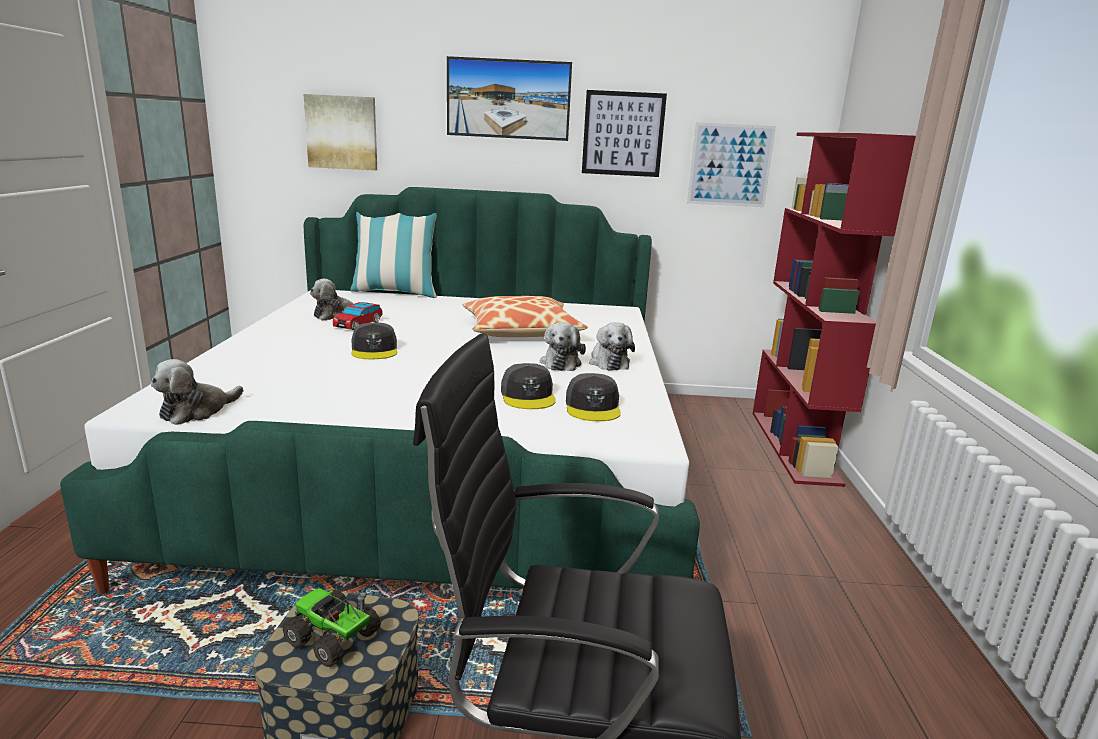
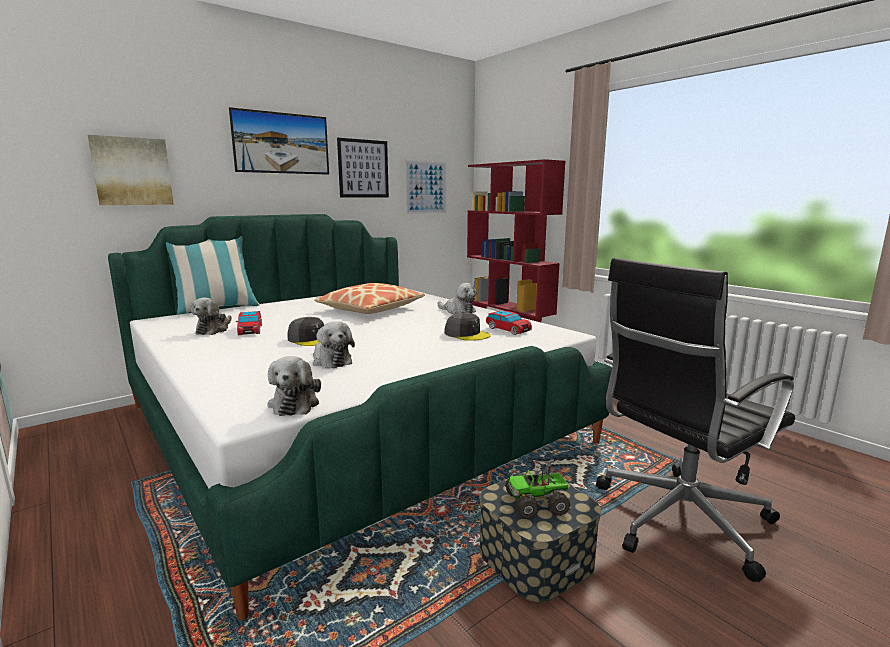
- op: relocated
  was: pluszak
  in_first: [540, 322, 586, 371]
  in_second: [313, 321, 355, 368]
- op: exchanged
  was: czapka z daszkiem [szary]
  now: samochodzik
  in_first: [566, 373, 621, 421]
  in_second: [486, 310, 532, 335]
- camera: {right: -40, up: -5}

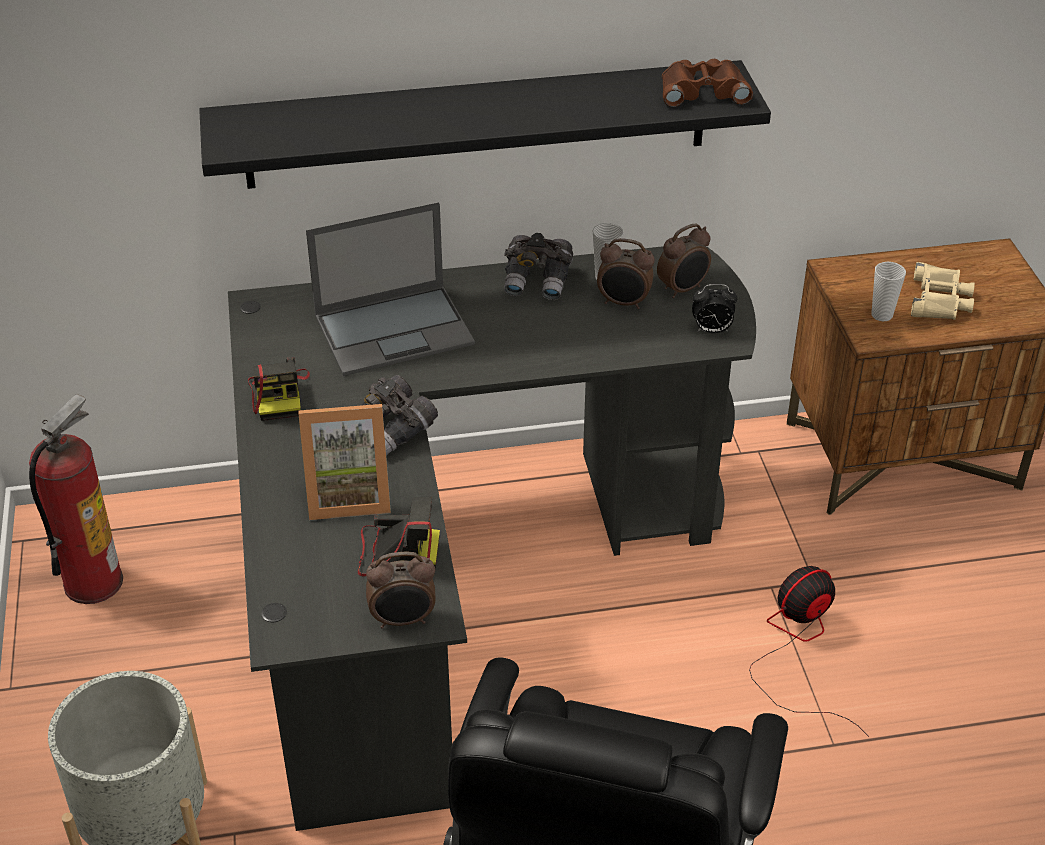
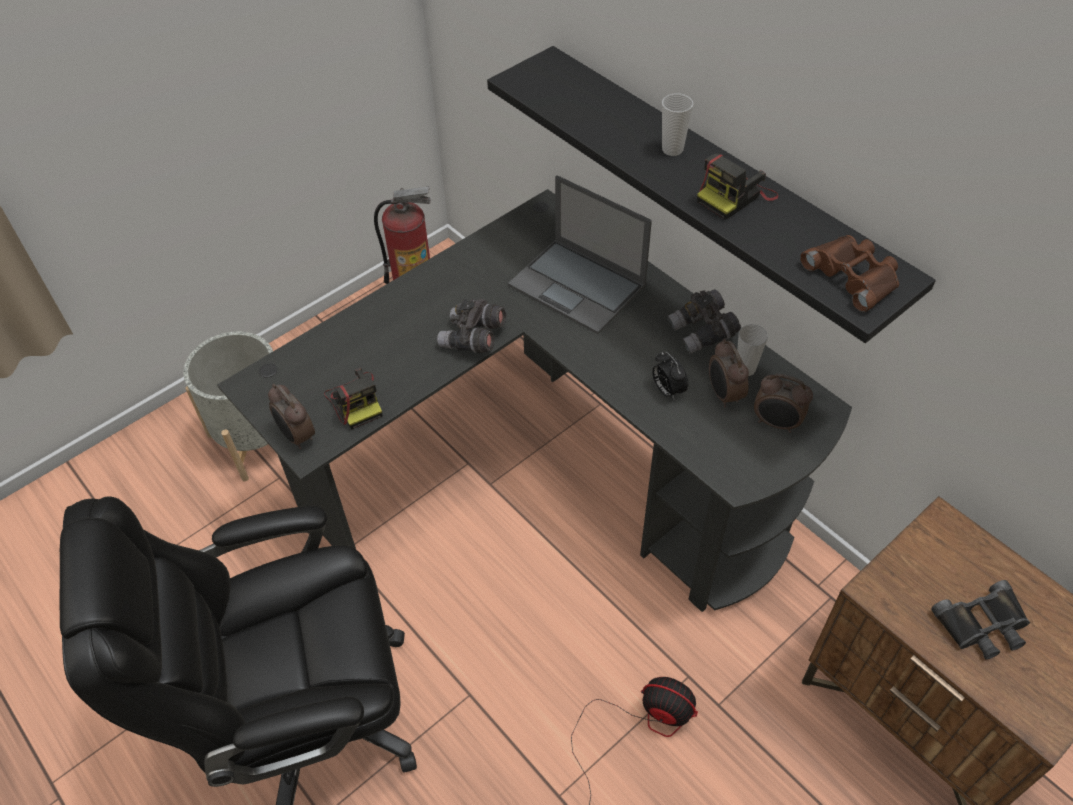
- op: relocated
  was: filiżanka
  in_first: [871, 262, 906, 321]
  in_second: [662, 94, 693, 156]
- op: colour
  was: lornetka [beżowy]
  now: lornetka [czarny]
  in_first: [911, 262, 975, 320]
  in_second: [931, 580, 1030, 660]
- op: relocated
  was: budzik
  in_first: [692, 284, 737, 333]
  in_second: [652, 352, 688, 399]
- op: relocated
  was: aparat fotograficzny
  in_first: [248, 357, 310, 421]
  in_second: [697, 153, 779, 220]
- op: missing
  was: ramka na zdjęcie
  in_first: [299, 404, 391, 520]
- camera: {right: 60, up: 10}

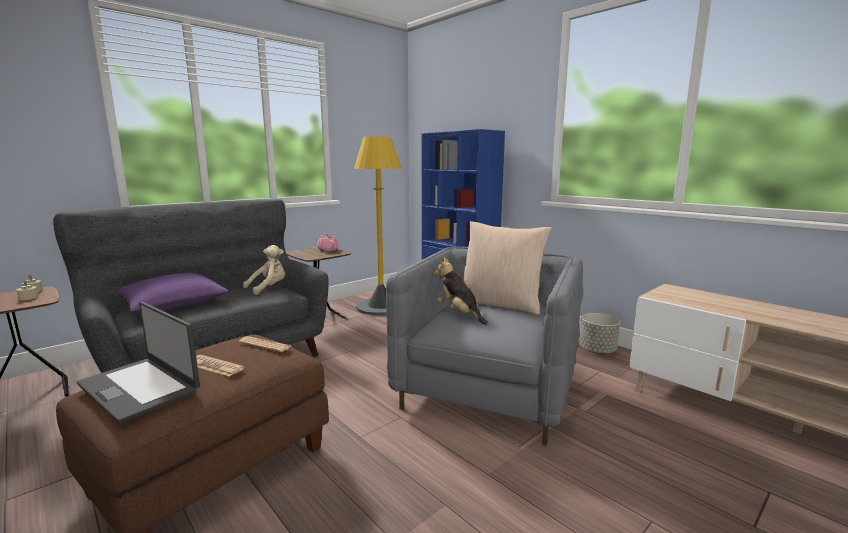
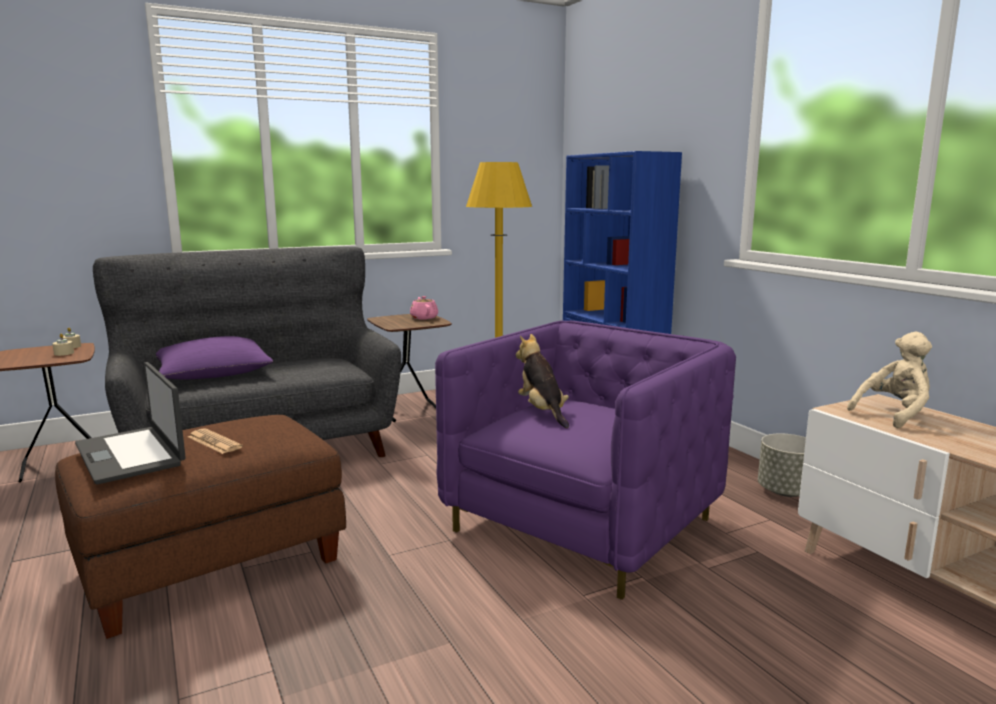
- op: missing
  was: poduszka [beżowy]
  in_first: [463, 221, 552, 315]
- op: relocated
  was: pluszak [beżowy]
  in_first: [243, 245, 285, 295]
  in_second: [847, 332, 932, 428]
- op: colour
  was: fotel [szary]
  now: fotel [fioletowy]
  in_first: [386, 247, 583, 446]
  in_second: [435, 321, 736, 600]
- op: missing
  was: gazeta
  in_first: [239, 336, 292, 352]
- camera: {right: 15, up: 0}

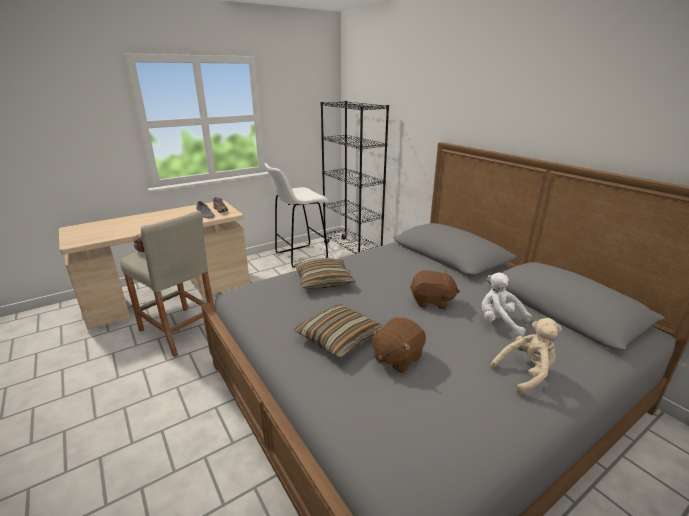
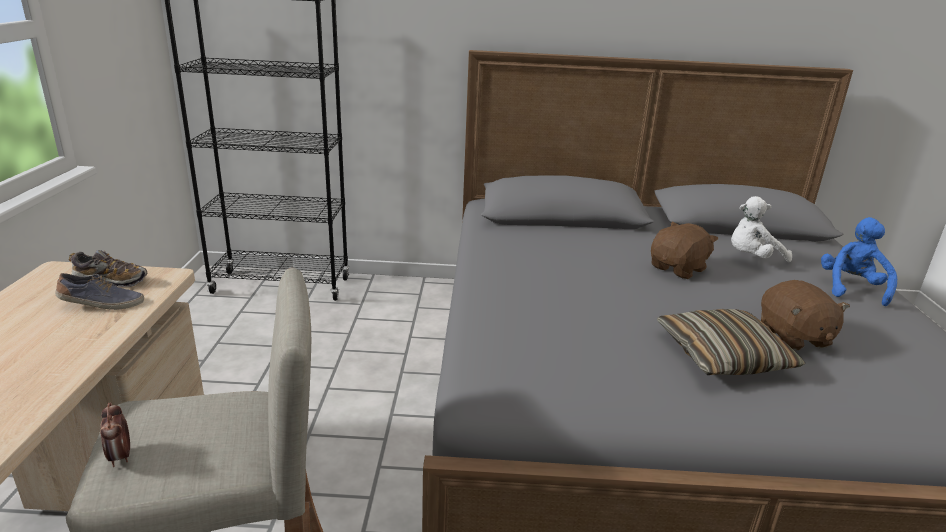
- op: missing
  was: stołek [biały]
  in_first: [264, 163, 328, 269]
- op: missing
  was: poduszka
  in_first: [294, 258, 356, 289]
- op: colour
  was: pluszak [beżowy]
  now: pluszak [niebieski]
  in_first: [491, 318, 562, 394]
  in_second: [821, 217, 897, 306]
- camera: {right: -55, up: 0}

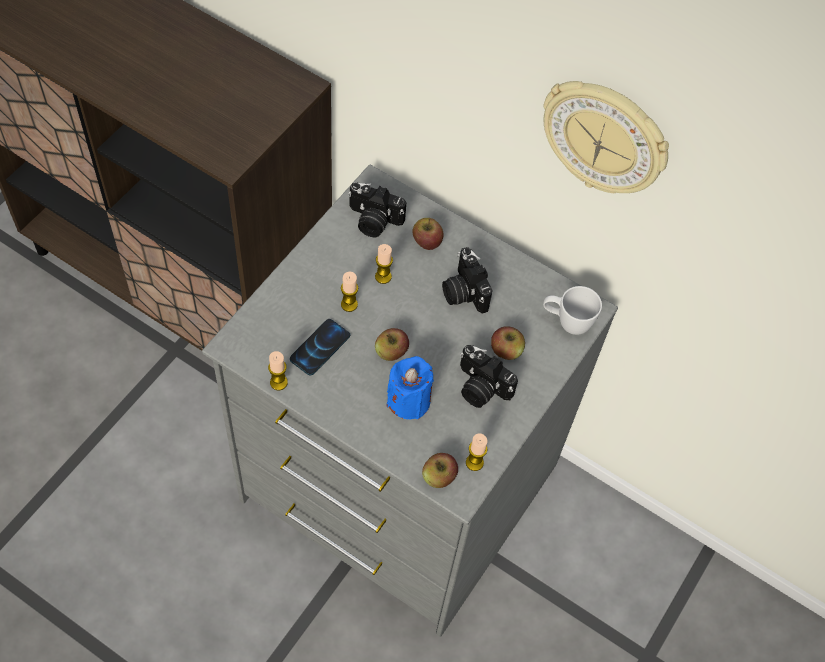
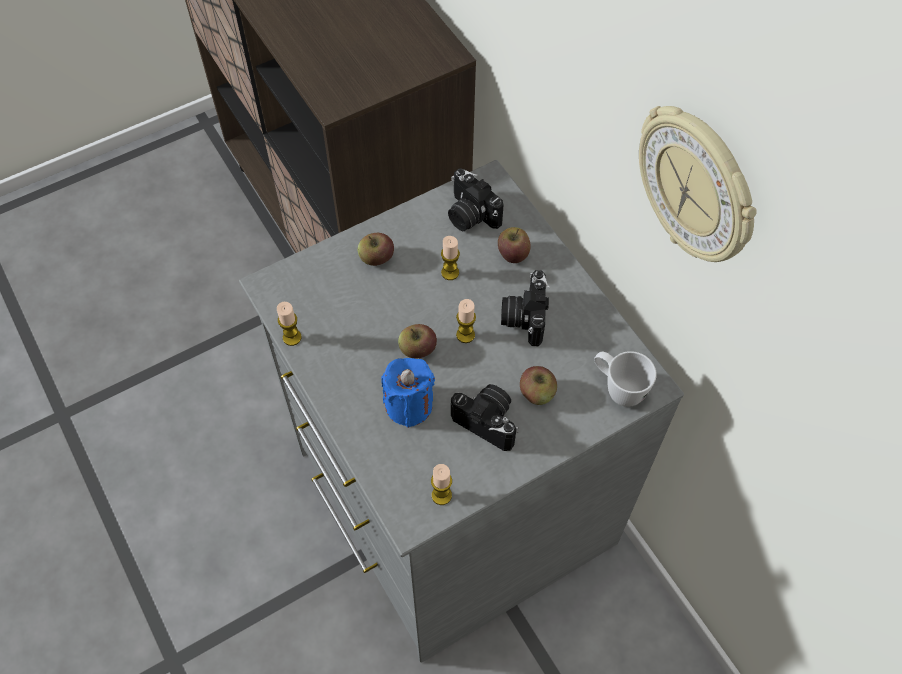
- op: relocated
  was: świeca
  in_first: [341, 271, 358, 312]
  in_second: [456, 299, 476, 343]
- op: missing
  was: telefon
  in_first: [290, 319, 350, 376]
- op: spun
  was: aparat fotograficzny
  in_first: [460, 345, 518, 408]
  in_second: [451, 384, 518, 451]
  clockwise: 150
- op: relocated
  was: jabłko
  in_first: [422, 453, 458, 488]
  in_second: [358, 233, 394, 266]
- camera: {right: 30, up: 0}

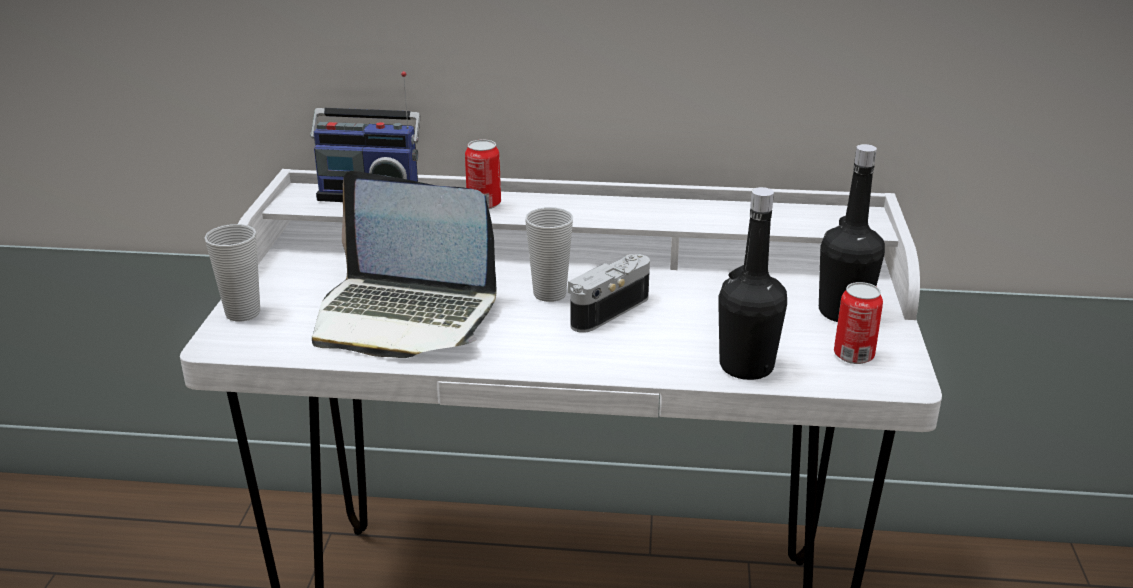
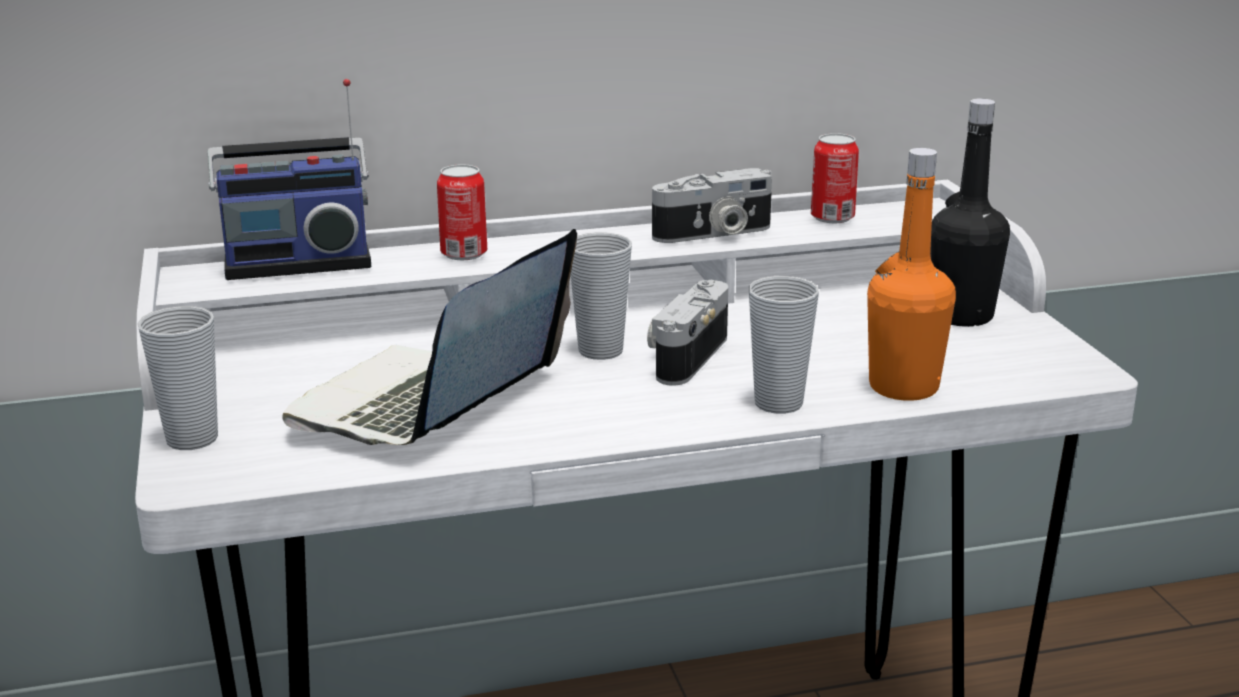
- op: spun
  was: laptop
  in_first: [312, 171, 496, 358]
  in_second: [282, 229, 577, 445]
  clockwise: 120
- op: colour
  was: butelka [czarny]
  now: butelka [pomarańczowy]
  in_first: [718, 187, 787, 380]
  in_second: [867, 148, 956, 401]
- op: relocated
  was: puszka
  in_first: [834, 282, 883, 364]
  in_second: [811, 133, 859, 223]
- op: appeared
  now: aparat fotograficzny
  in_second: [652, 168, 772, 243]
- op: appeared
  now: filiżanka
  in_second: [749, 276, 819, 414]
- camera: {right: -20, up: -5}

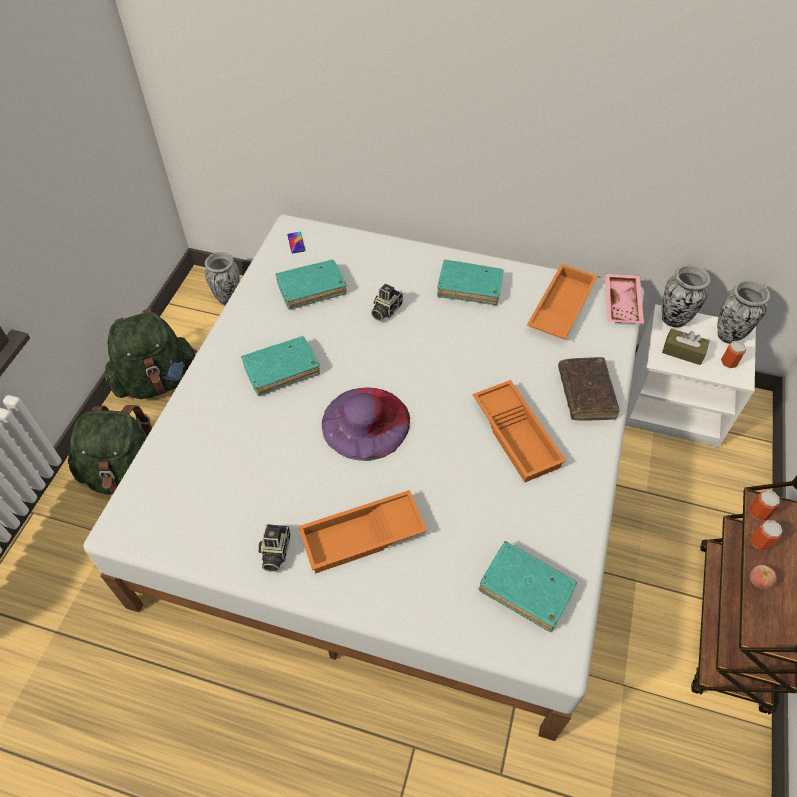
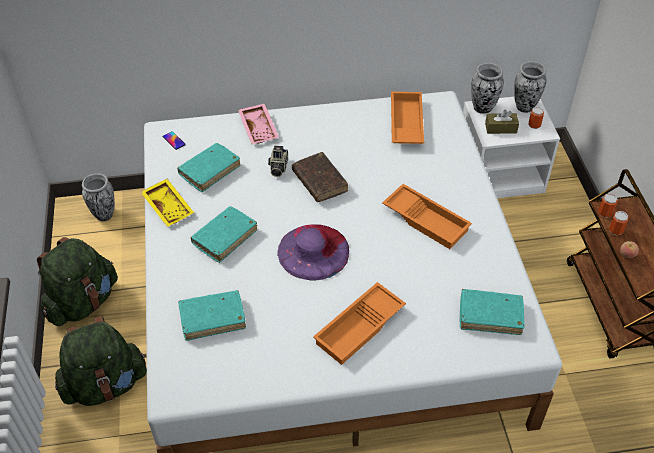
- op: relocated
  was: książka [turkusowy]
  in_first: [437, 260, 504, 305]
  in_second: [178, 290, 246, 341]
- op: relocated
  was: taca [różowy]
  in_first: [605, 274, 644, 323]
  in_second: [238, 103, 279, 144]
- op: relocated
  was: książka [brązowy]
  in_first: [558, 357, 620, 420]
  in_second: [292, 152, 348, 202]
- op: missing
  was: aparat fotograficzny
  in_first: [259, 524, 290, 572]
- op: appeared
  now: taca [żółty]
  in_second: [141, 179, 194, 227]
- camera: {right: -25, up: -5}

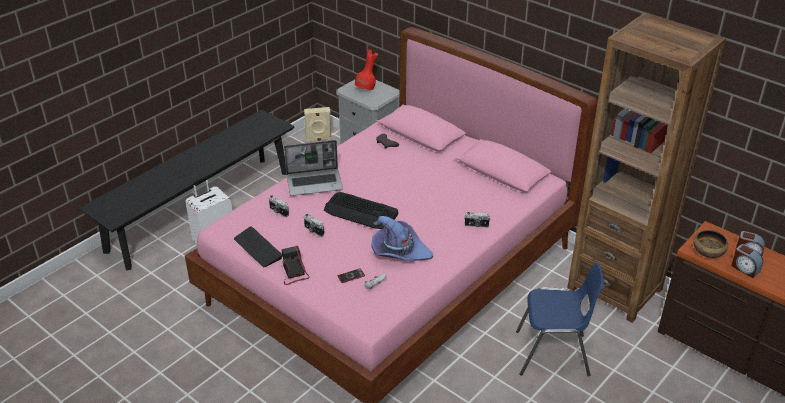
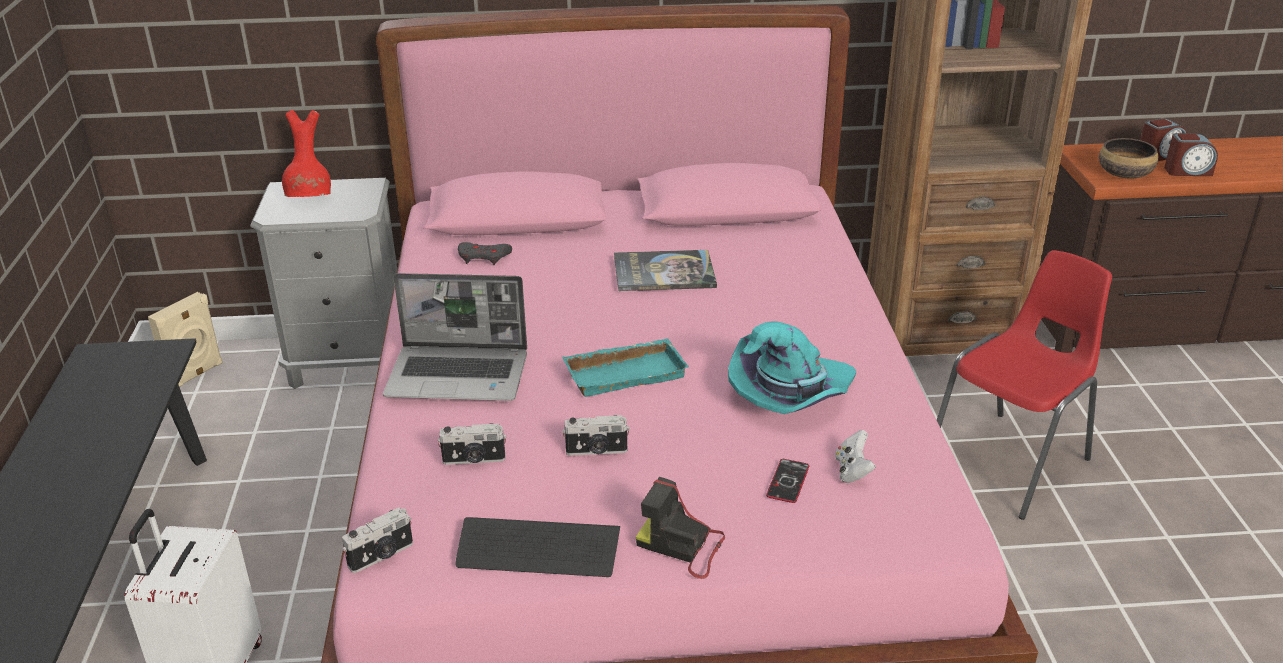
- op: spun
  was: laptop
  in_first: [284, 140, 343, 196]
  in_second: [383, 273, 527, 401]
  clockwise: 60
- op: exchanged
  was: klawiatura
  now: taca [turkusowy]
  in_first: [324, 192, 398, 229]
  in_second: [562, 339, 688, 397]
- op: relocated
  was: aparat fotograficzny
  in_first: [464, 212, 491, 228]
  in_second: [342, 507, 413, 573]
- op: colour
  was: kapelusz [fioletowy]
  now: kapelusz [turkusowy]
  in_first: [371, 216, 433, 262]
  in_second: [728, 322, 856, 414]
- op: colour
  was: krzesło [niebieski]
  now: krzesło [czerwony]
  in_first: [516, 263, 604, 377]
  in_second: [937, 250, 1112, 520]
- op: appeared
  now: książka
  in_second: [614, 250, 717, 291]
- camera: {right: -45, up: -5}

